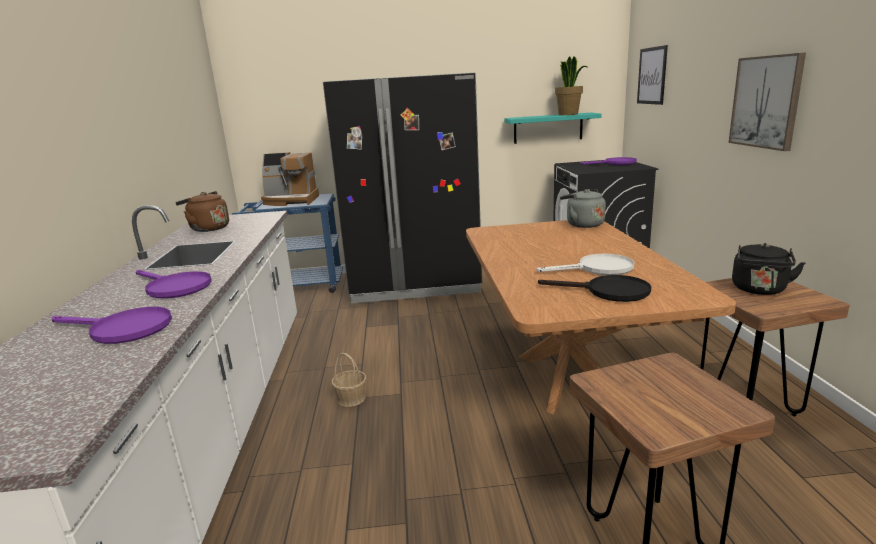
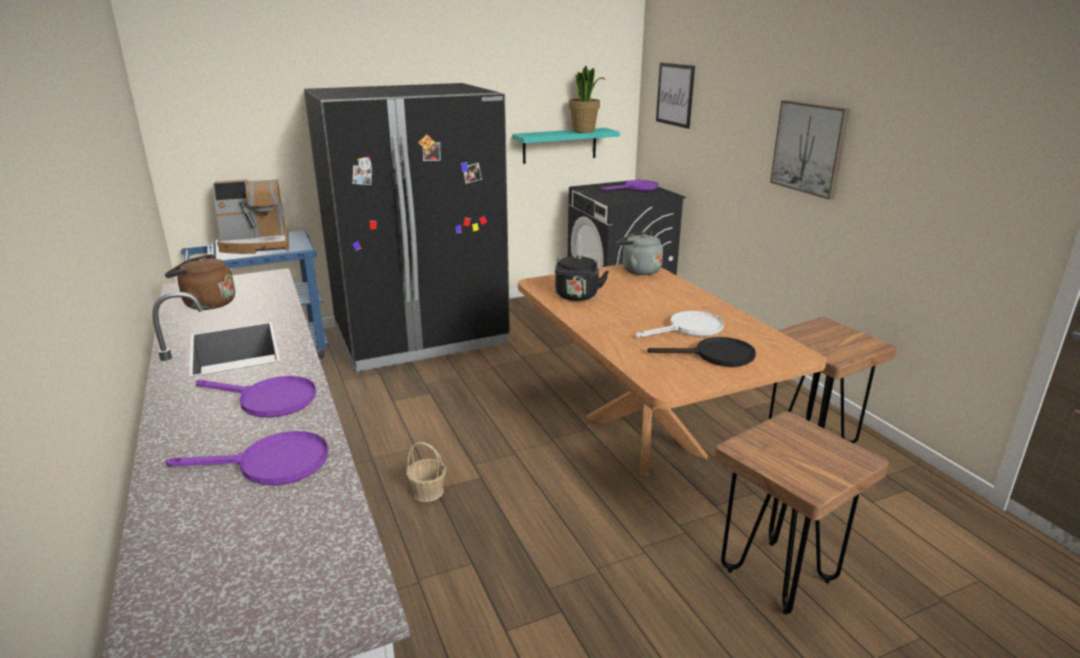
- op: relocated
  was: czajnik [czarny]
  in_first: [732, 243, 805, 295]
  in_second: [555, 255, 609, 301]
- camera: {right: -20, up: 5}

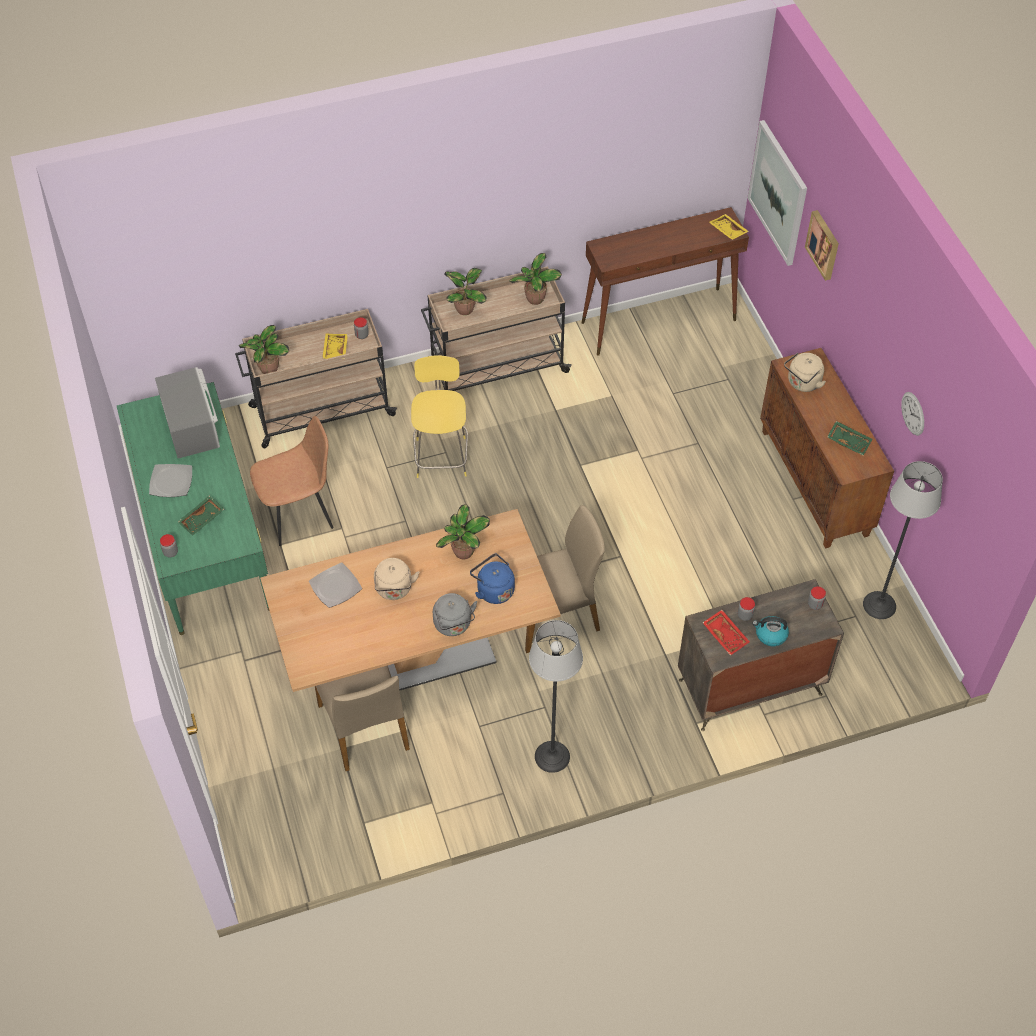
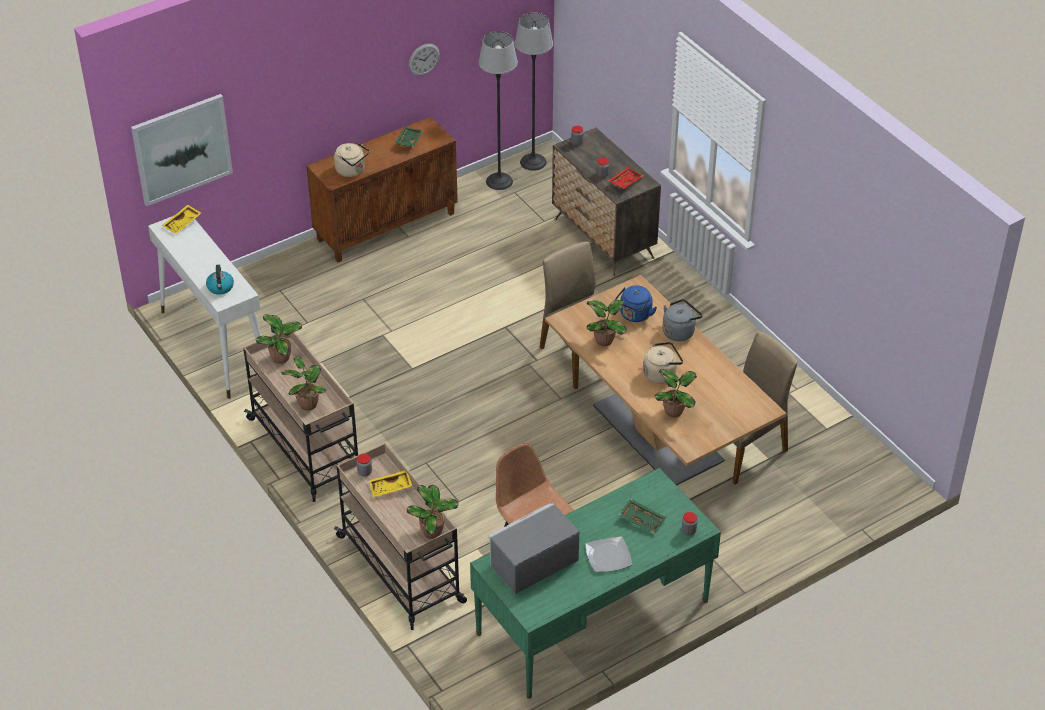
- op: colour
  was: stolik konsolowy [brązowy]
  now: stolik konsolowy [biały]
  in_first: [582, 207, 749, 356]
  in_second: [148, 216, 261, 399]
- op: missing
  was: obraz
  in_first: [805, 210, 839, 281]
- op: missing
  was: stołek [żółty]
  in_first: [411, 355, 468, 478]
- op: exchanged
  was: talerz
  now: roślina doniczkowa
  in_first: [309, 562, 362, 608]
  in_second: [654, 369, 697, 417]
- op: relocated
  was: czajnik
  in_first: [752, 616, 789, 646]
  in_second: [206, 265, 234, 295]
- op: relocated
  was: lampa stojąca
  in_first: [529, 620, 583, 773]
  in_second: [515, 13, 553, 171]
- camera: {right: -105, up: -10}

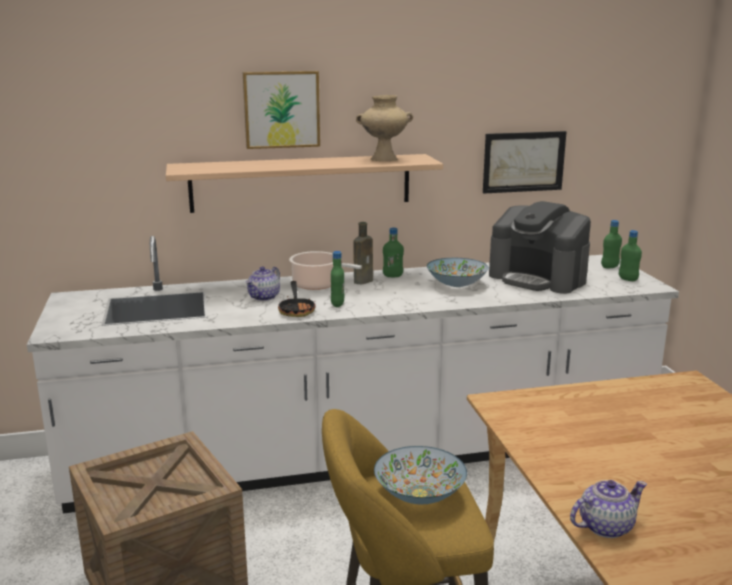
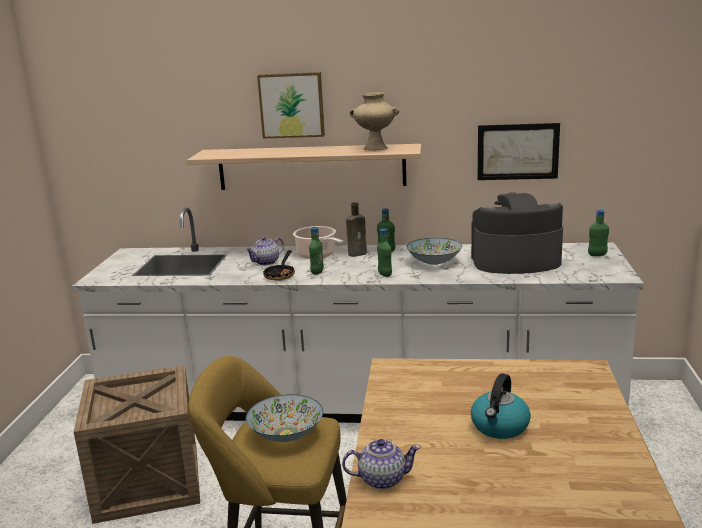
- op: spun
  was: ekspres do kawy
  in_first: [489, 201, 591, 294]
  in_second: [471, 192, 563, 274]
  clockwise: 120
- op: relocated
  was: butelka [zielony]
  in_first: [619, 230, 642, 281]
  in_second: [377, 228, 392, 277]
- op: appeared
  now: czajnik
  in_second: [471, 373, 531, 439]
- camera: {right: 20, up: 0}

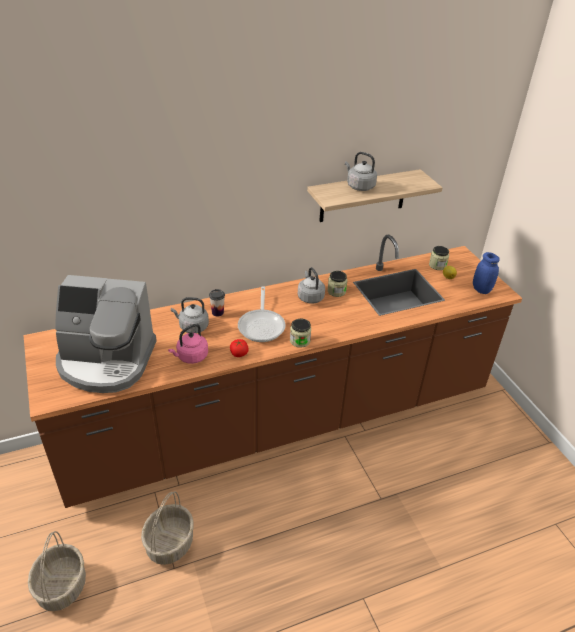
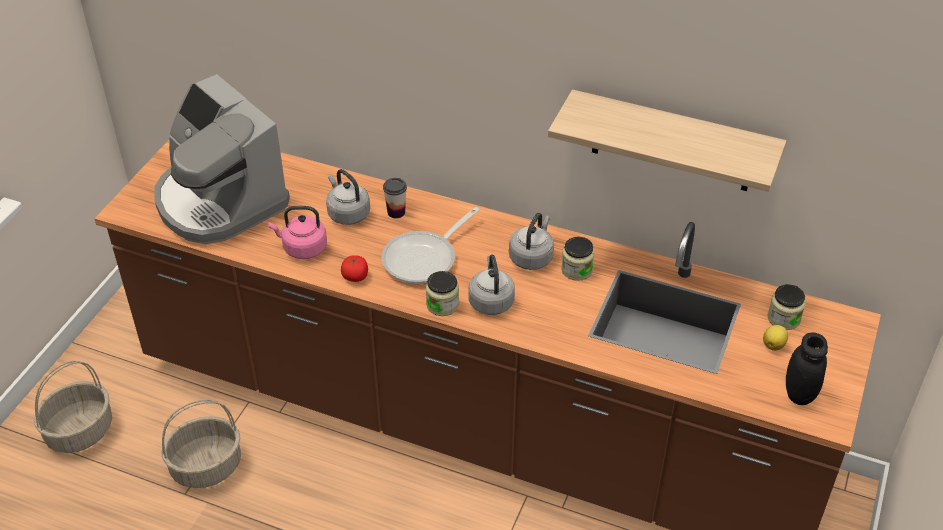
- op: relocated
  was: czajnik [szary]
  in_first: [345, 152, 377, 191]
  in_second: [468, 255, 515, 315]
- op: colour
  was: słoik [niebieski]
  now: słoik [czarny]
  in_first: [473, 252, 500, 294]
  in_second: [786, 332, 828, 405]
- camera: {right: 45, up: 5}

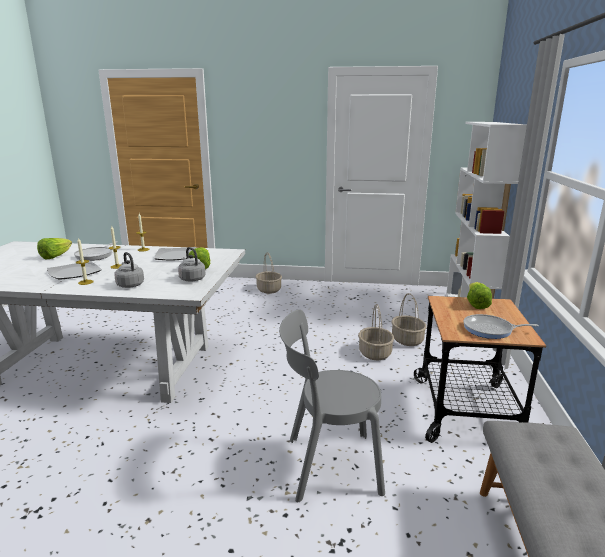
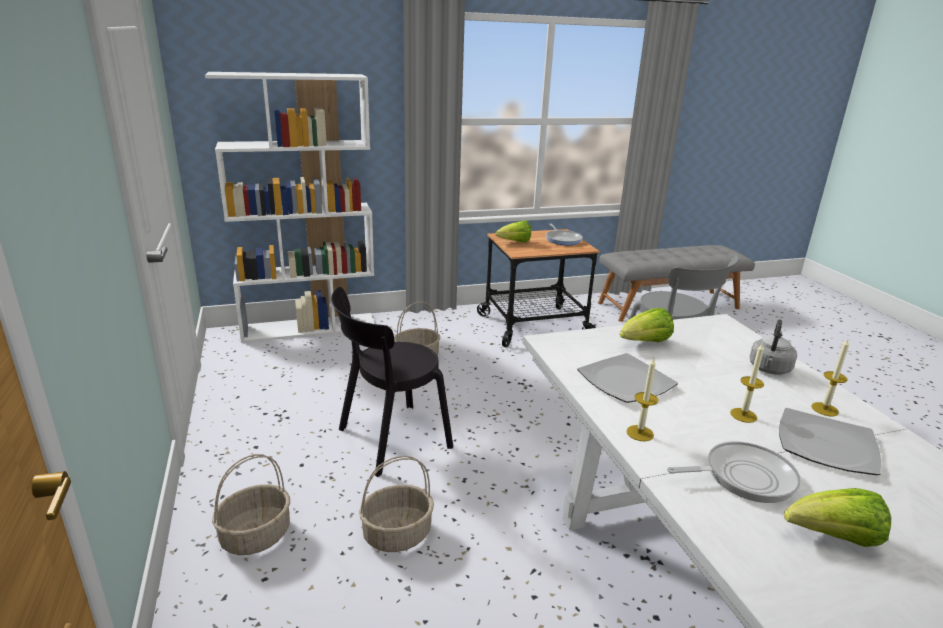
- op: missing
  was: czajnik [szary]
  in_first: [178, 247, 206, 281]
- op: relocated
  was: koszyk
  in_first: [358, 304, 394, 360]
  in_second: [359, 456, 434, 552]
- op: appeared
  now: krzesło [czarny]
  in_second: [331, 287, 453, 477]
- camera: {right: -115, up: 5}

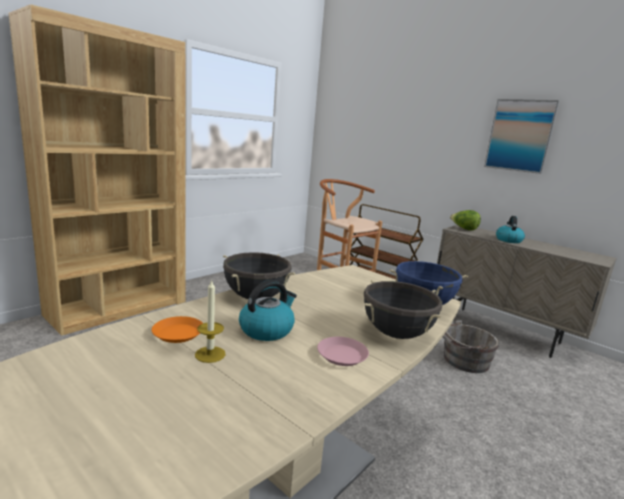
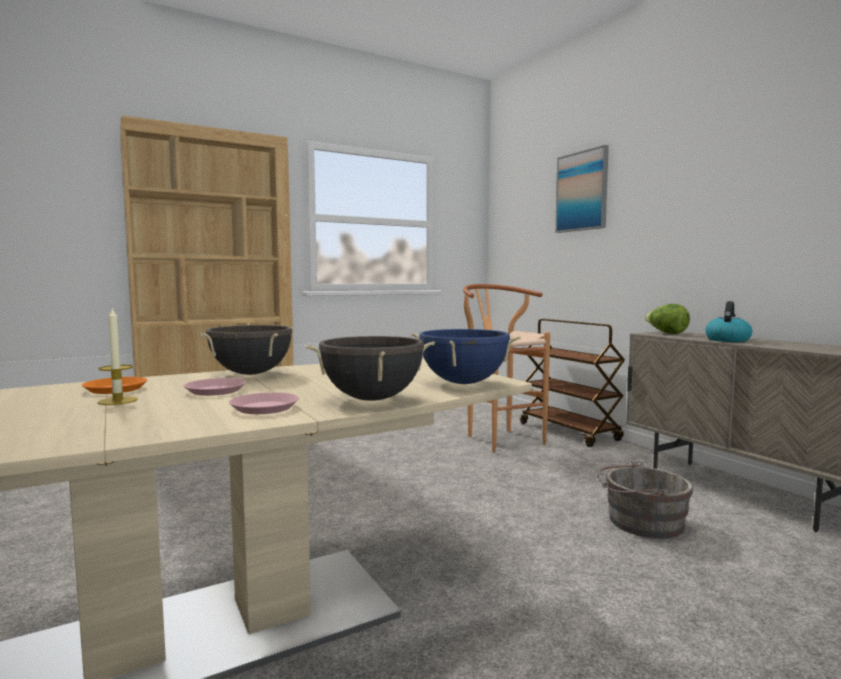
- op: relocated
  was: obraz
  in_first: [484, 99, 560, 174]
  in_second: [555, 145, 609, 233]
- op: exchanged
  was: czajnik
  now: talerz [różowy]
  in_first: [239, 280, 297, 341]
  in_second: [184, 378, 246, 396]
- camera: {right: 20, up: -10}

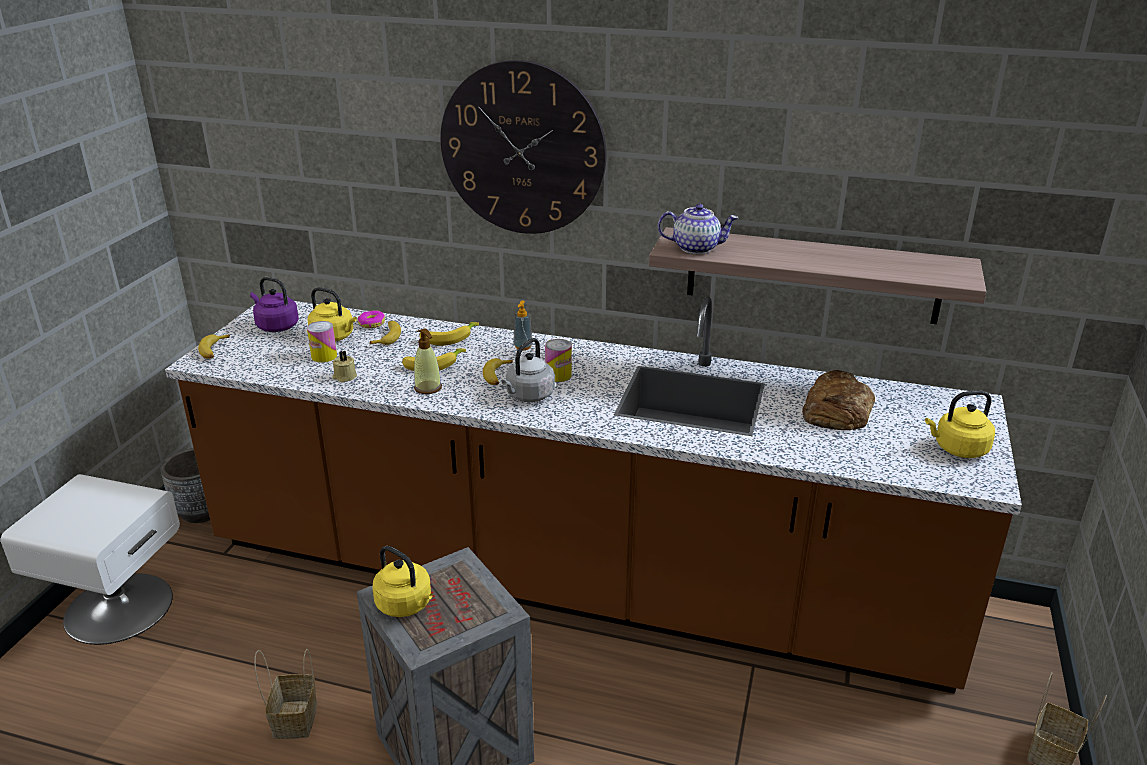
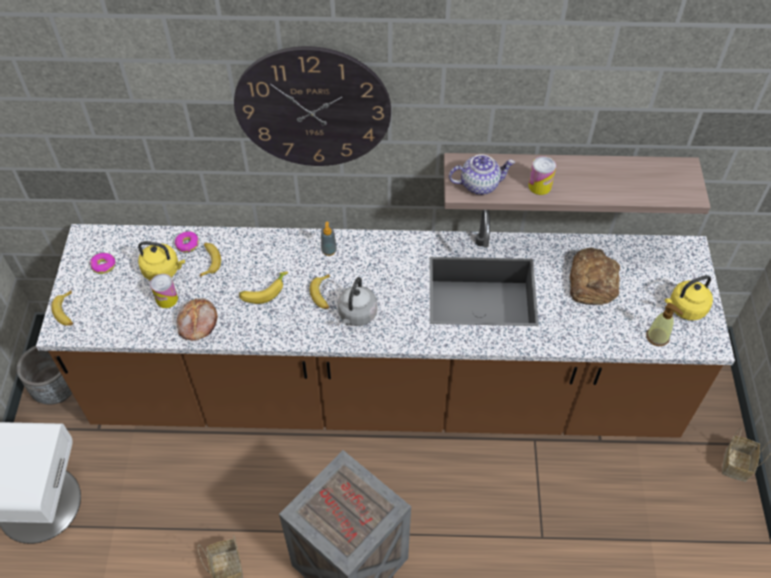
- op: exchanged
  was: czajnik [fioletowy]
  now: donut
  in_first: [250, 277, 299, 332]
  in_second: [90, 253, 115, 274]
- op: missing
  was: banan
  in_first: [419, 322, 479, 346]
- op: relocated
  was: dozownik mydła
  in_first: [414, 328, 442, 394]
  in_second: [646, 303, 683, 346]
- op: relocated
  was: puszka
  in_first: [545, 339, 572, 382]
  in_second: [528, 156, 556, 195]
- op: exchanged
  was: świeca [beżowy]
  now: chleb
  in_first: [333, 351, 357, 382]
  in_second: [177, 298, 218, 341]
- op: missing
  was: czajnik [żółty]
  in_first: [373, 546, 433, 617]
- camera: {right: -15, up: 25}

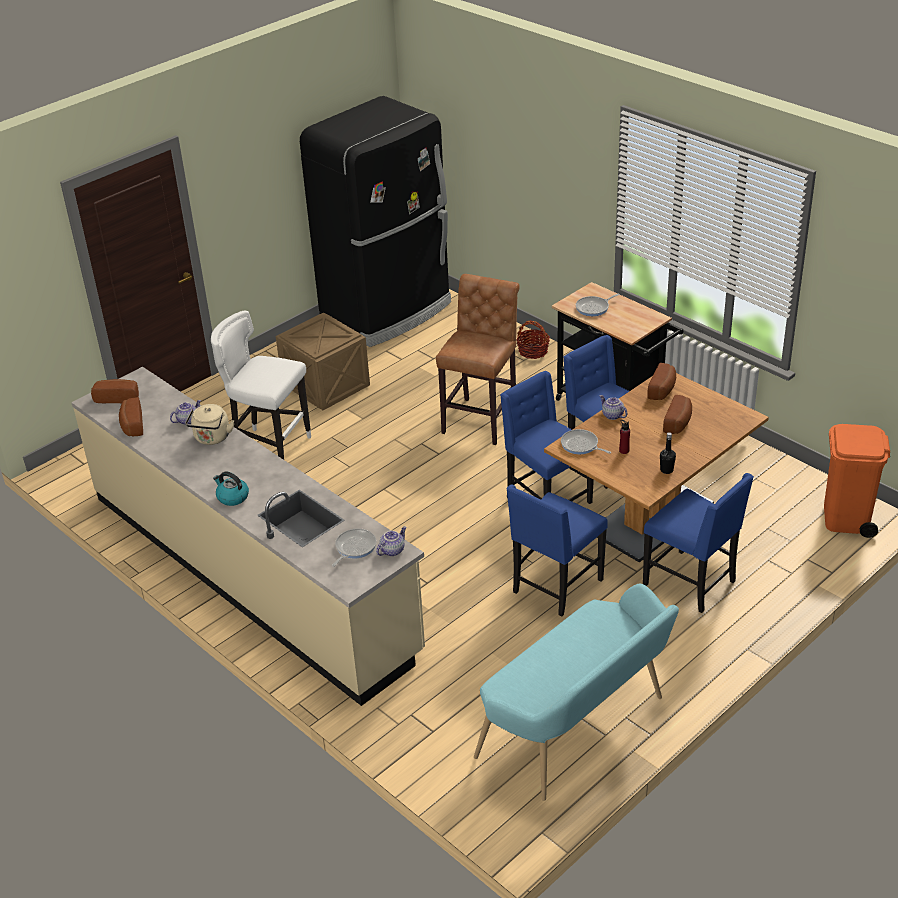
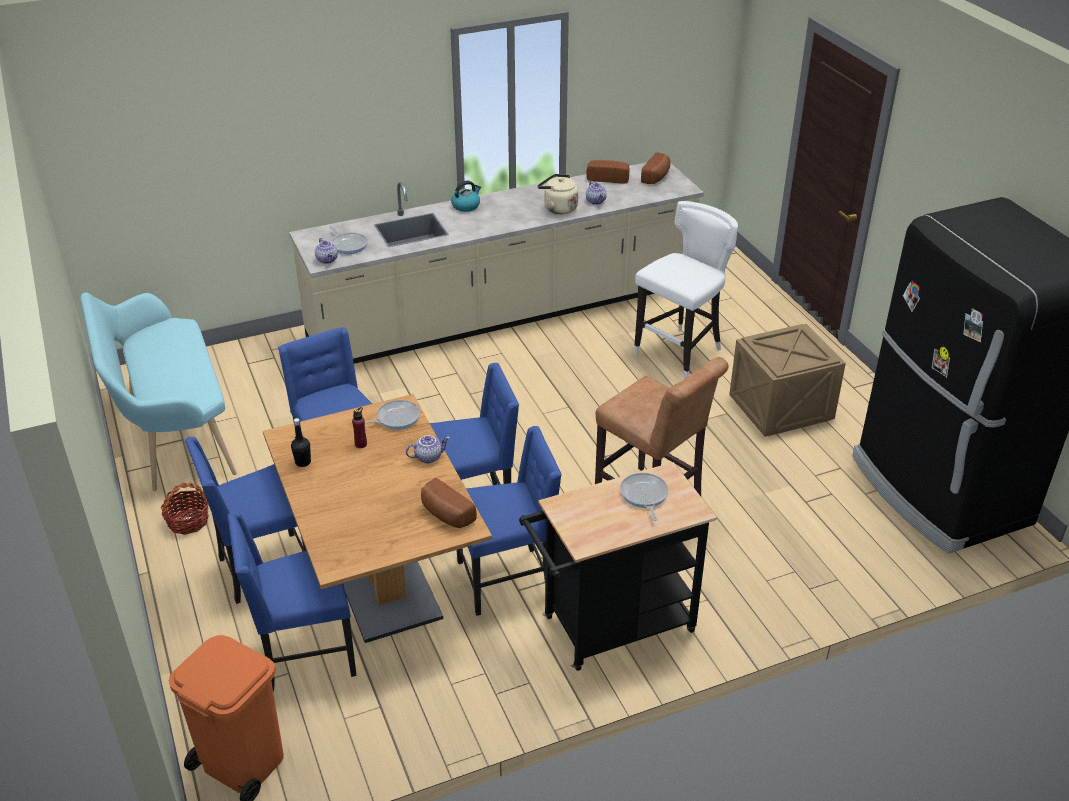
- op: relocated
  was: koszyk
  in_first: [516, 321, 550, 359]
  in_second: [161, 483, 209, 535]
- op: missing
  was: chleb
  in_first: [663, 395, 692, 434]
- op: appeared
  now: krzesło [niebieski]
  in_second: [227, 512, 357, 691]
- camera: {right: 110, up: 0}

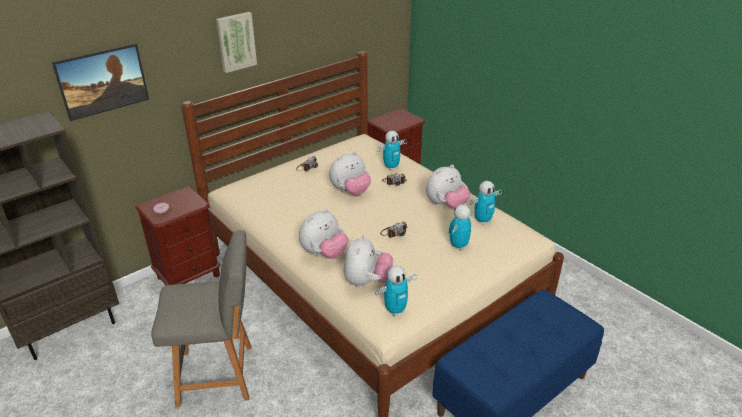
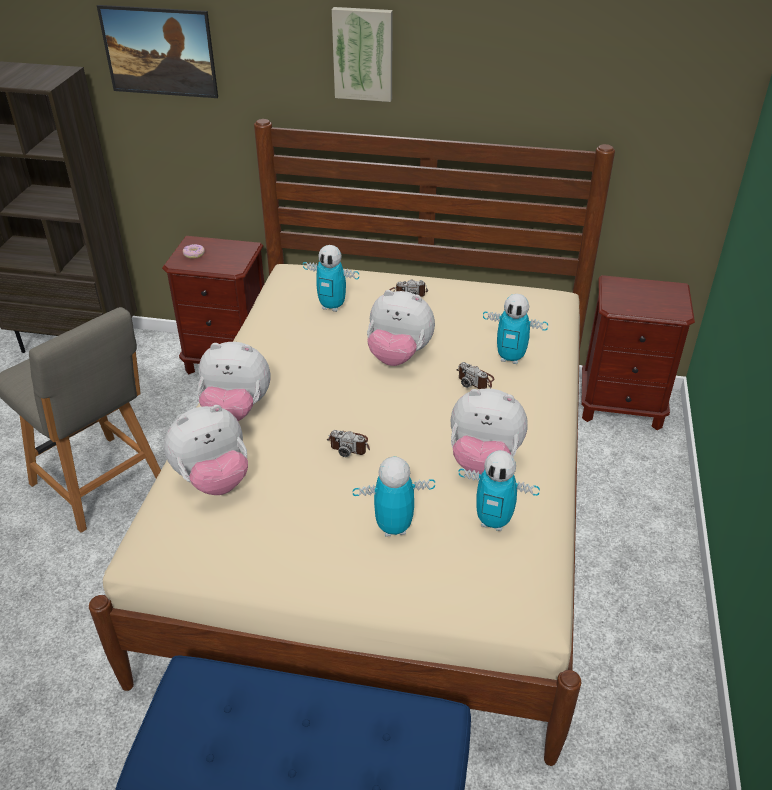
- op: relocated
  was: robot zabawkowy
  in_first: [375, 266, 417, 316]
  in_second: [303, 245, 359, 312]
- camera: {right: 50, up: 5}

